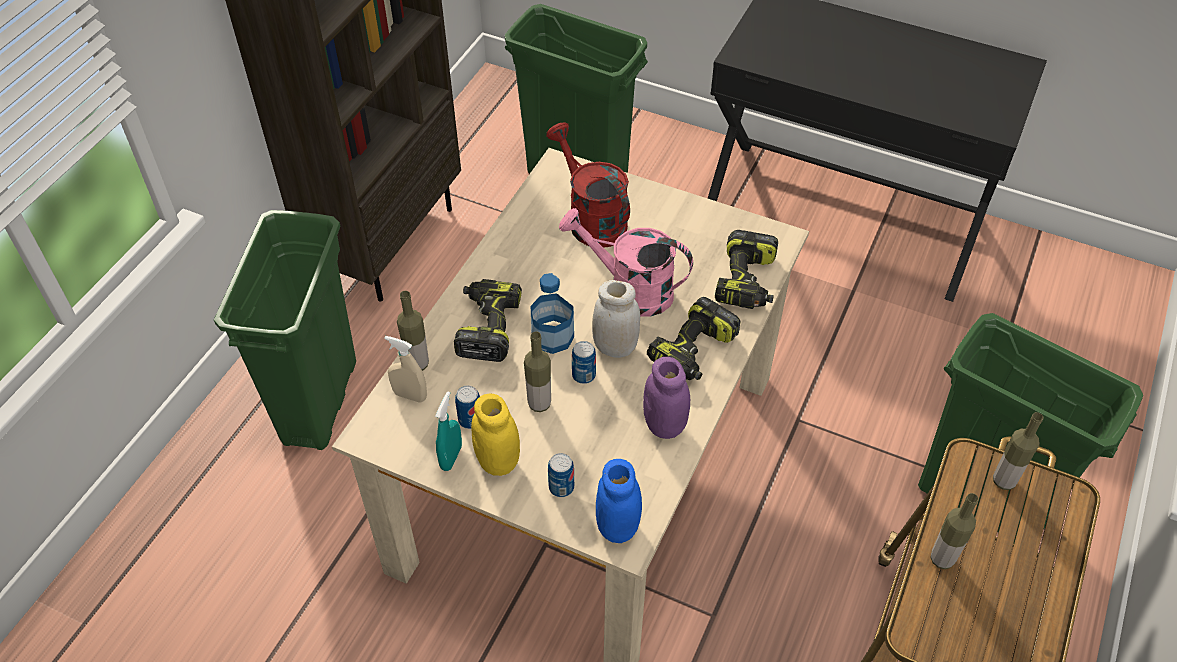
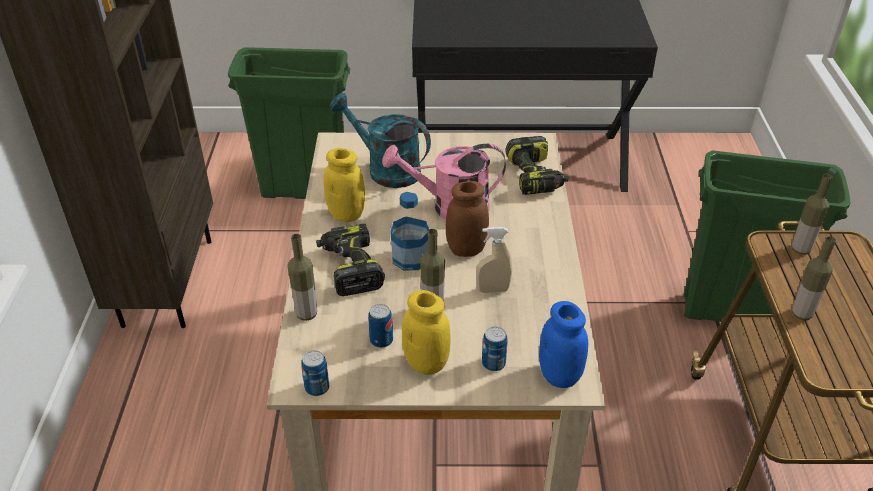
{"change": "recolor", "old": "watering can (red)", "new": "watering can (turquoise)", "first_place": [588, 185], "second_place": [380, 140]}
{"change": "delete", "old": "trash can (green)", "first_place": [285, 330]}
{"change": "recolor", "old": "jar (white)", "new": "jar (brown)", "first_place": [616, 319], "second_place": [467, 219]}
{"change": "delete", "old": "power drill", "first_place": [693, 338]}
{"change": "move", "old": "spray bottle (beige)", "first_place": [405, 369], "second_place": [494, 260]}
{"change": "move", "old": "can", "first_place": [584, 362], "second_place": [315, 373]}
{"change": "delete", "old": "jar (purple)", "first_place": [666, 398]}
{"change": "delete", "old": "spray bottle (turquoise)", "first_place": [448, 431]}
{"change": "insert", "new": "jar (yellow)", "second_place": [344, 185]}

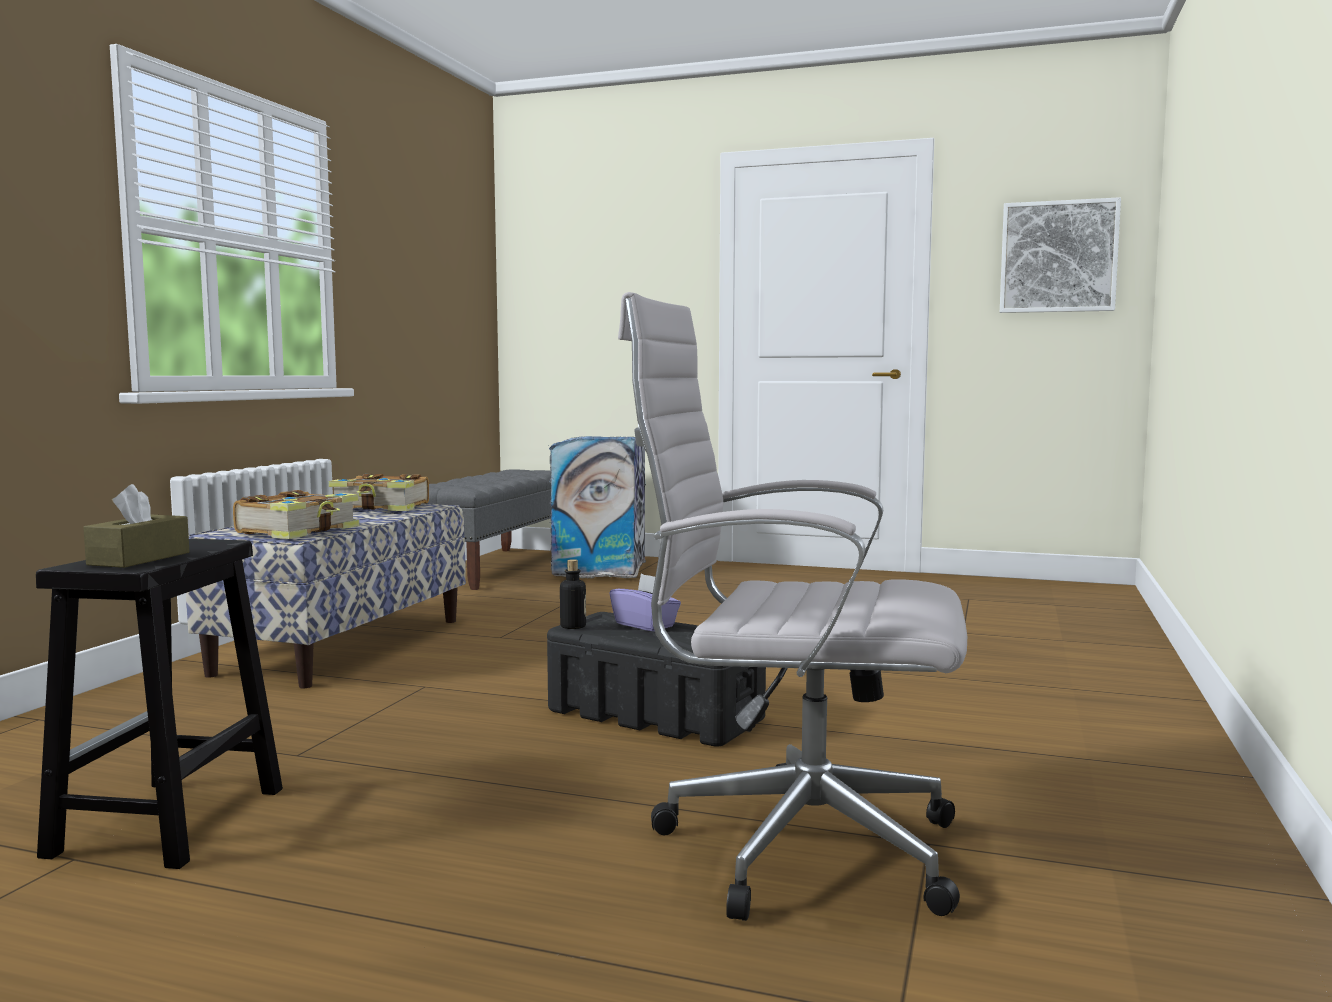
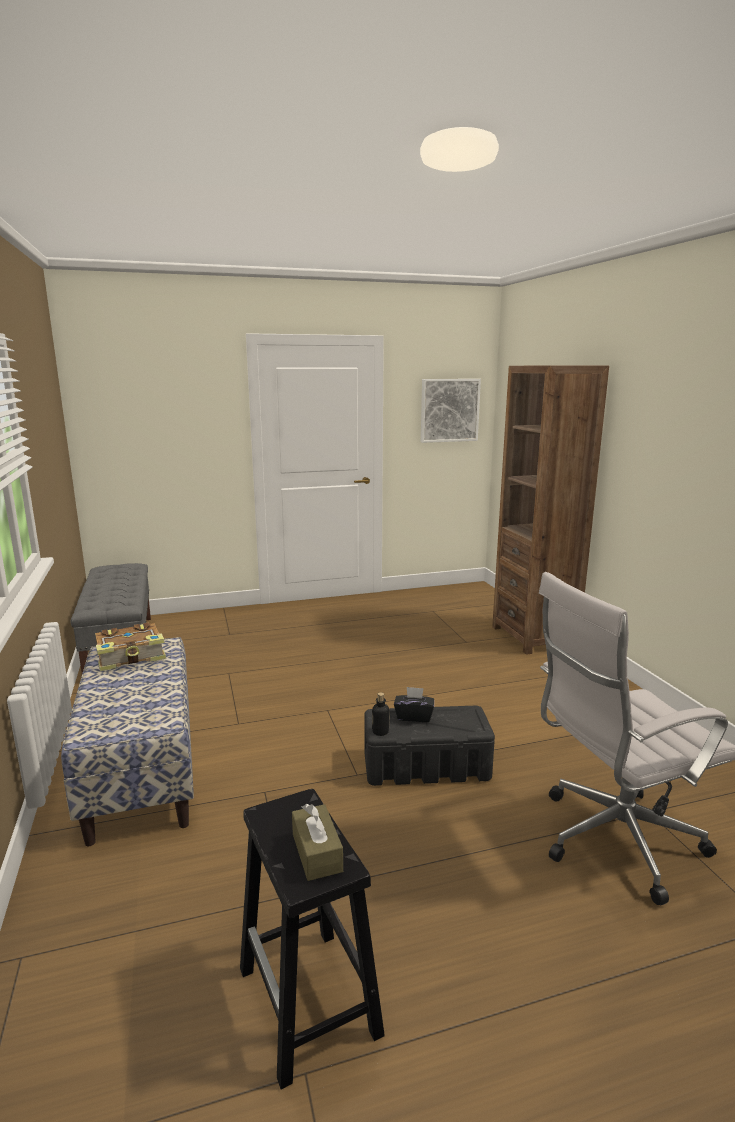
{"change": "delete", "old": "trash can", "first_place": [597, 507]}
{"change": "delete", "old": "book", "first_place": [296, 514]}
{"change": "recolor", "old": "tissue box (purple)", "new": "tissue box (black)", "first_place": [645, 602], "second_place": [414, 704]}
{"change": "insert", "new": "bookcase (brown)", "second_place": [550, 510]}

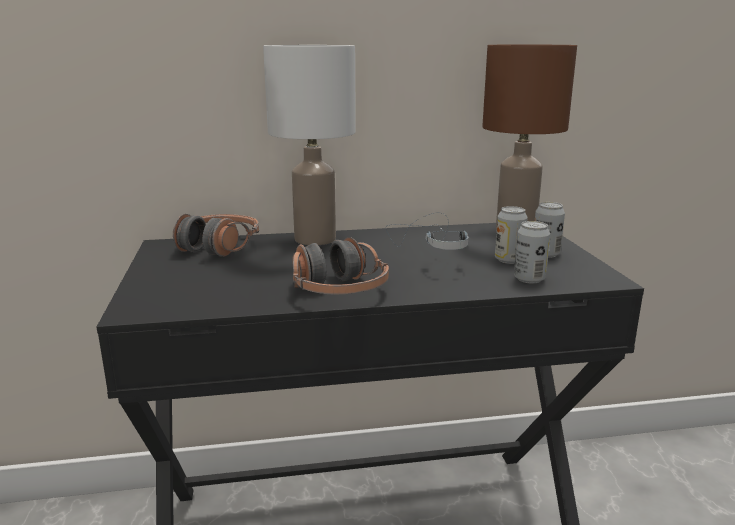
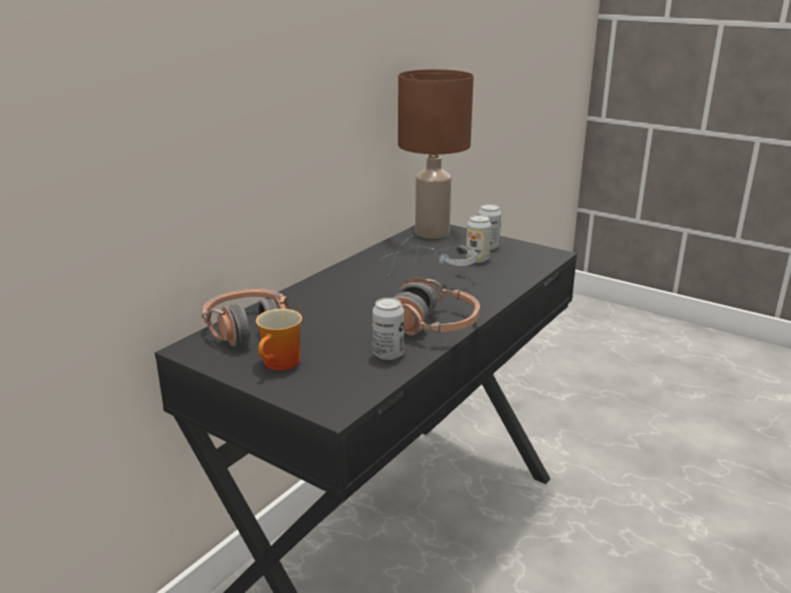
{"change": "delete", "old": "table lamp (white)", "first_place": [309, 145]}
{"change": "move", "old": "can", "first_place": [532, 252], "second_place": [388, 329]}
{"change": "insert", "new": "mug", "second_place": [279, 339]}

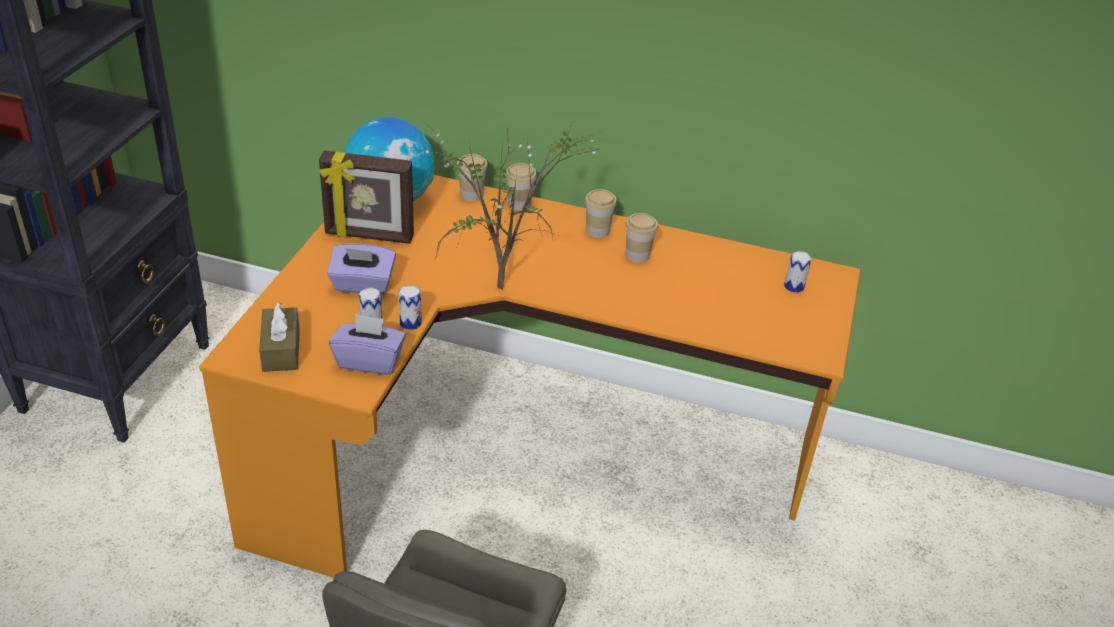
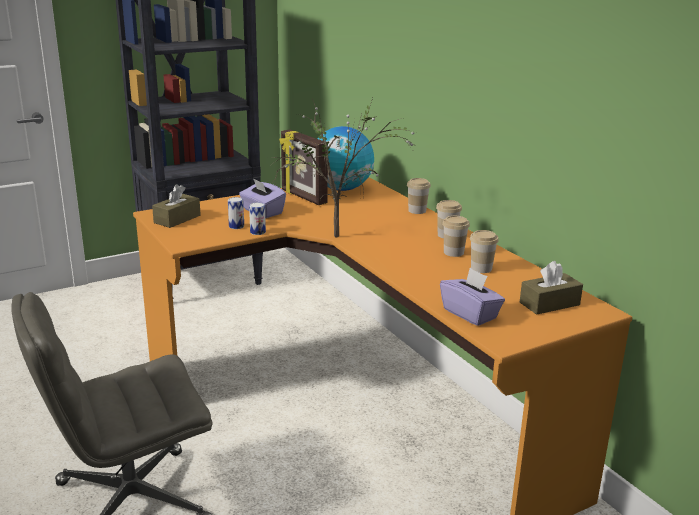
{"change": "move", "old": "cup", "first_place": [472, 177], "second_place": [484, 251]}
{"change": "replace", "old": "can", "new": "tissue box (brown)", "first_place": [798, 272], "second_place": [551, 288]}
{"change": "move", "old": "tissue box (purple)", "first_place": [367, 344], "second_place": [472, 297]}

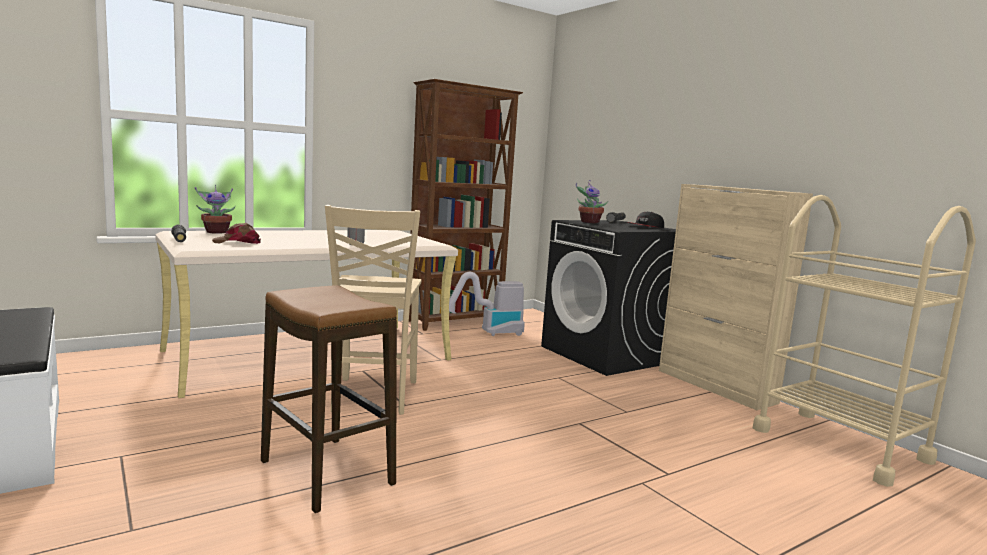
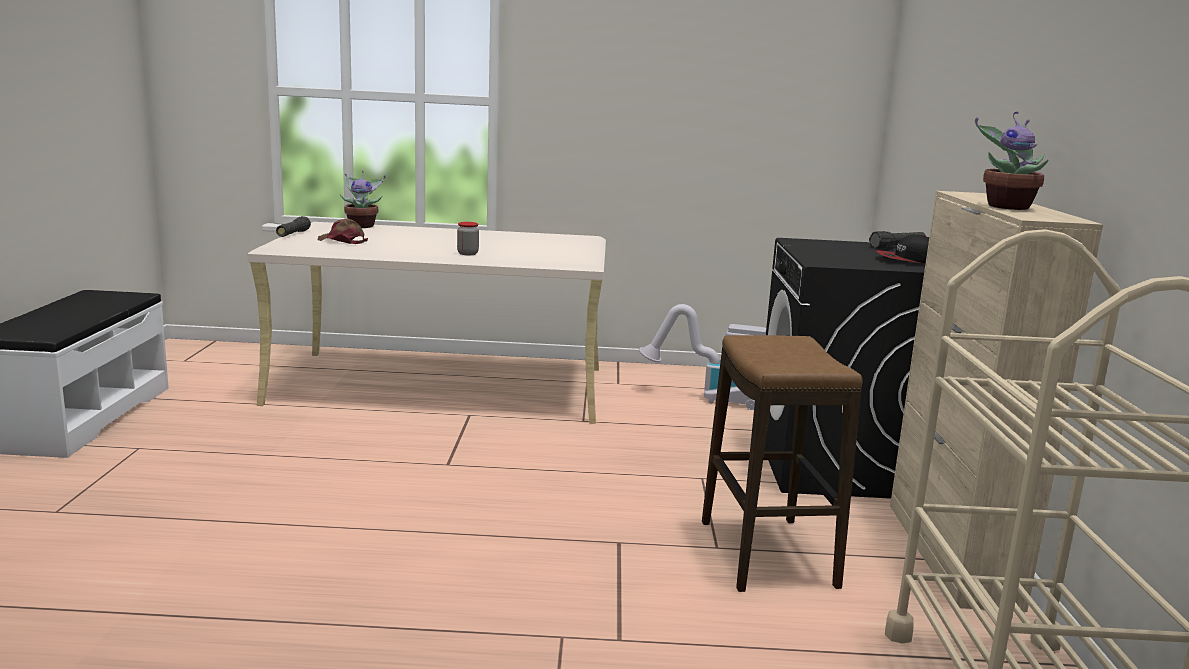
{"change": "delete", "old": "bookcase (brown)", "first_place": [466, 205]}
{"change": "move", "old": "potted plant", "first_place": [592, 201], "second_place": [1011, 160]}
{"change": "delete", "old": "chair (beige)", "first_place": [373, 310]}
{"change": "move", "old": "stool", "first_place": [329, 399], "second_place": [782, 463]}

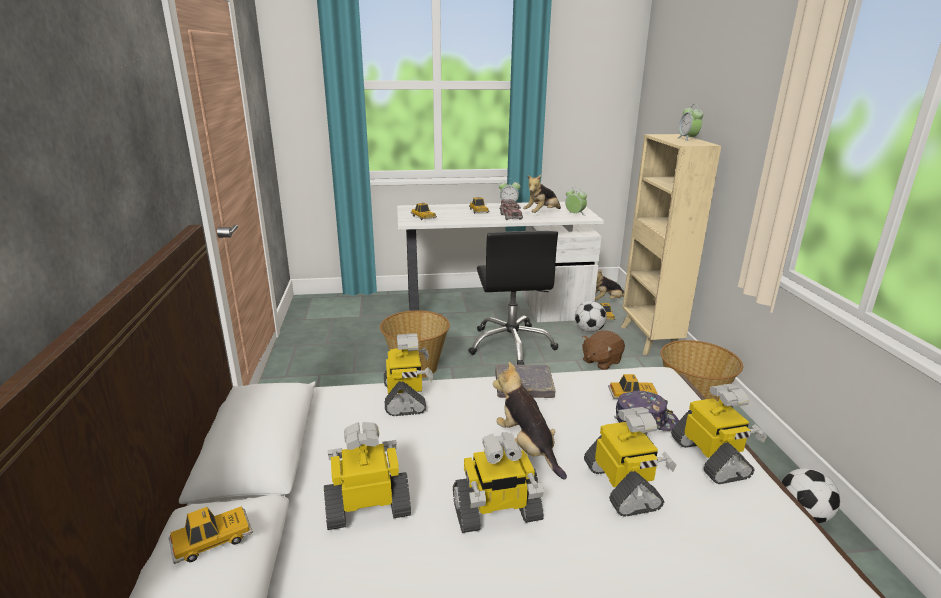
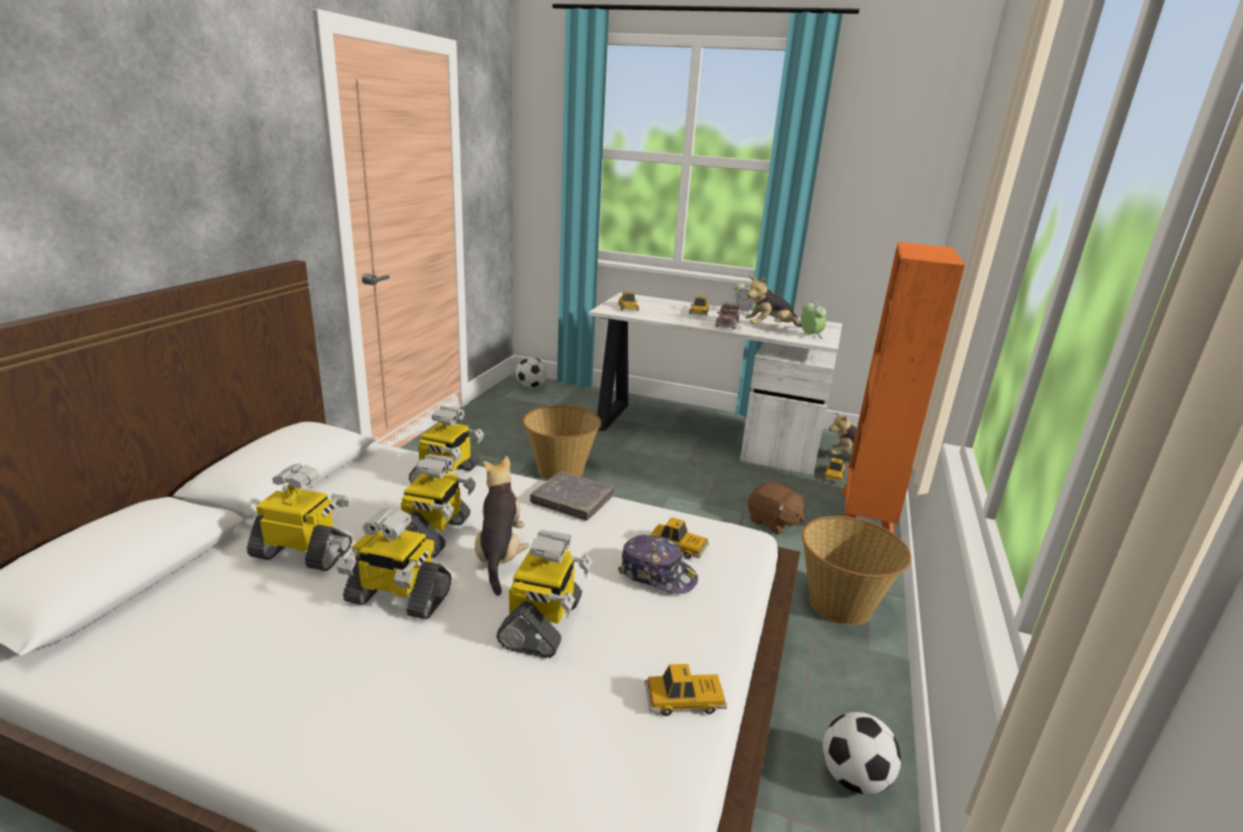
{"change": "delete", "old": "alarm clock", "first_place": [690, 122]}
{"change": "recolor", "old": "bookcase (beige)", "new": "bookcase (orange)", "first_place": [670, 245], "second_place": [903, 388]}
{"change": "delete", "old": "office chair (black)", "first_place": [513, 298]}
{"change": "move", "old": "football", "first_place": [591, 316], "second_place": [531, 372]}
{"change": "rotate", "old": "plush toy (brown)", "first_place": [603, 350], "second_place": [776, 508], "degrees": -120}
{"change": "move", "old": "toy robot", "first_place": [719, 434], "second_place": [438, 506]}
{"change": "move", "old": "toy car", "first_place": [211, 535], "second_place": [686, 690]}

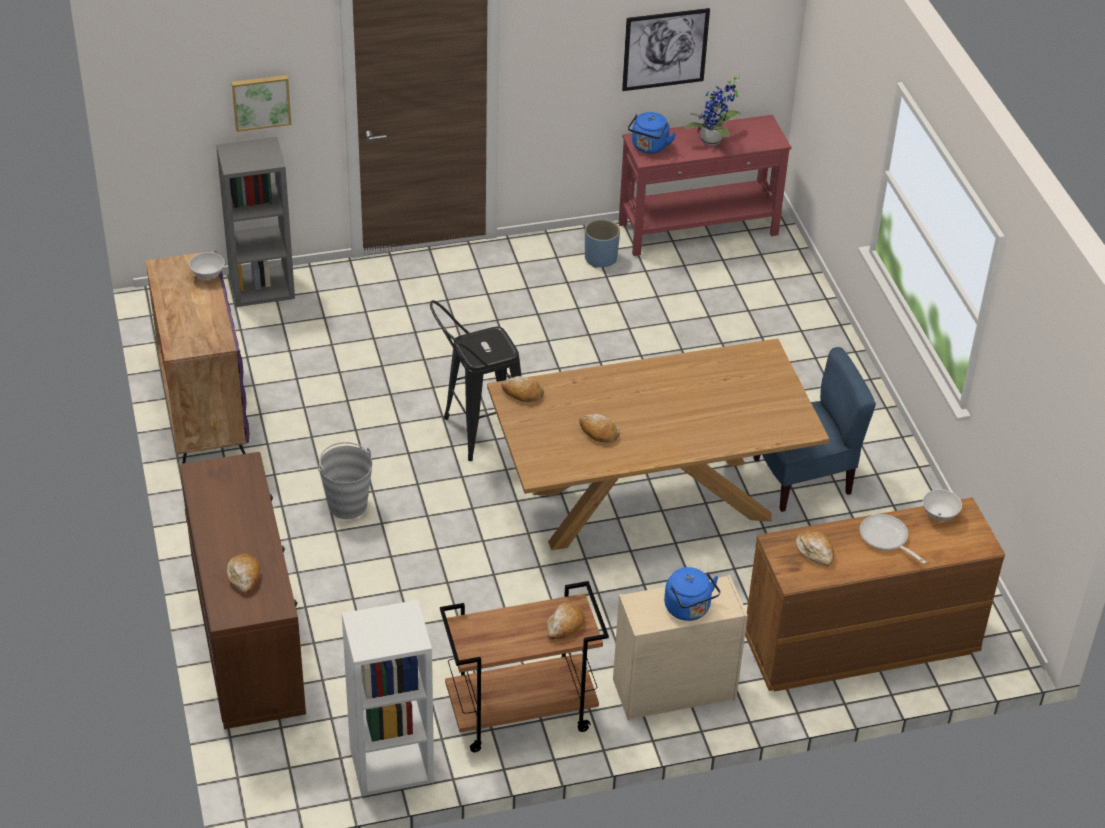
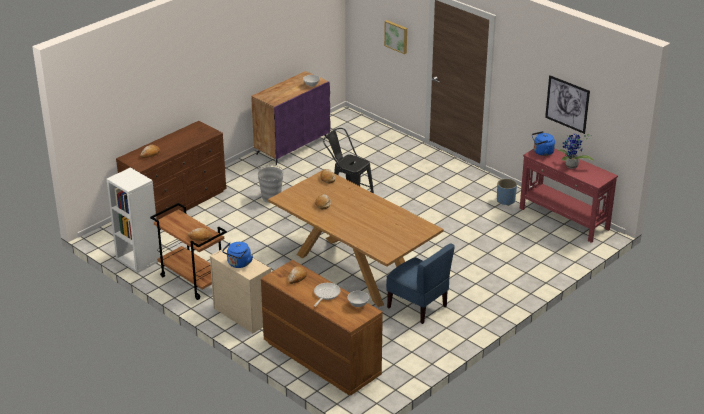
{"change": "delete", "old": "bookcase (grey)", "first_place": [255, 222]}

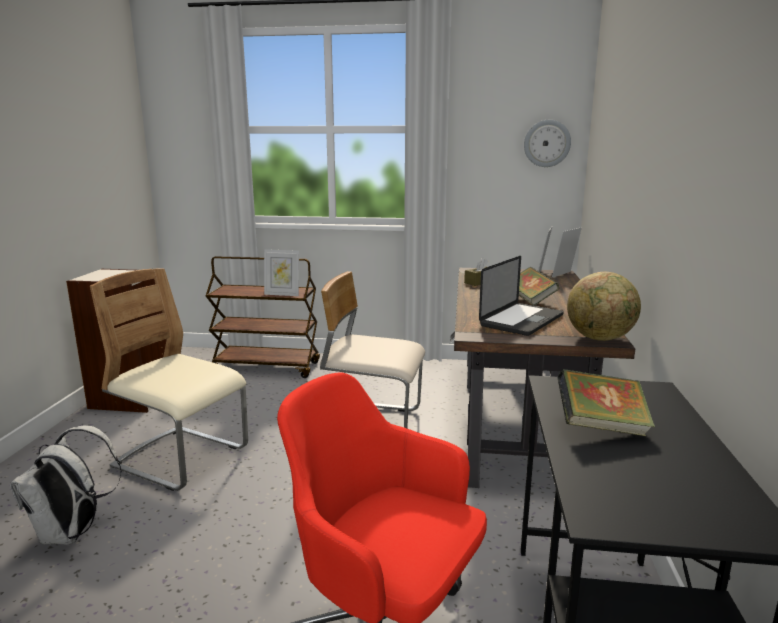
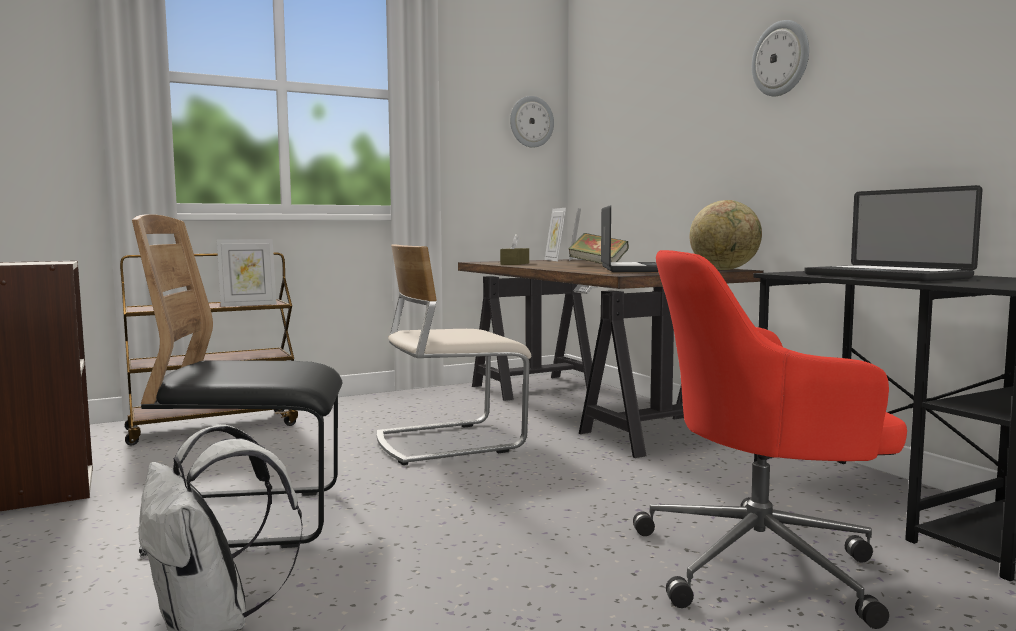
{"change": "recolor", "old": "chair (beige)", "new": "chair (black)", "first_place": [169, 379], "second_place": [237, 385]}
{"change": "replace", "old": "book", "new": "laptop", "first_place": [606, 402], "second_place": [893, 233]}
{"change": "insert", "new": "wall clock", "second_place": [780, 58]}

